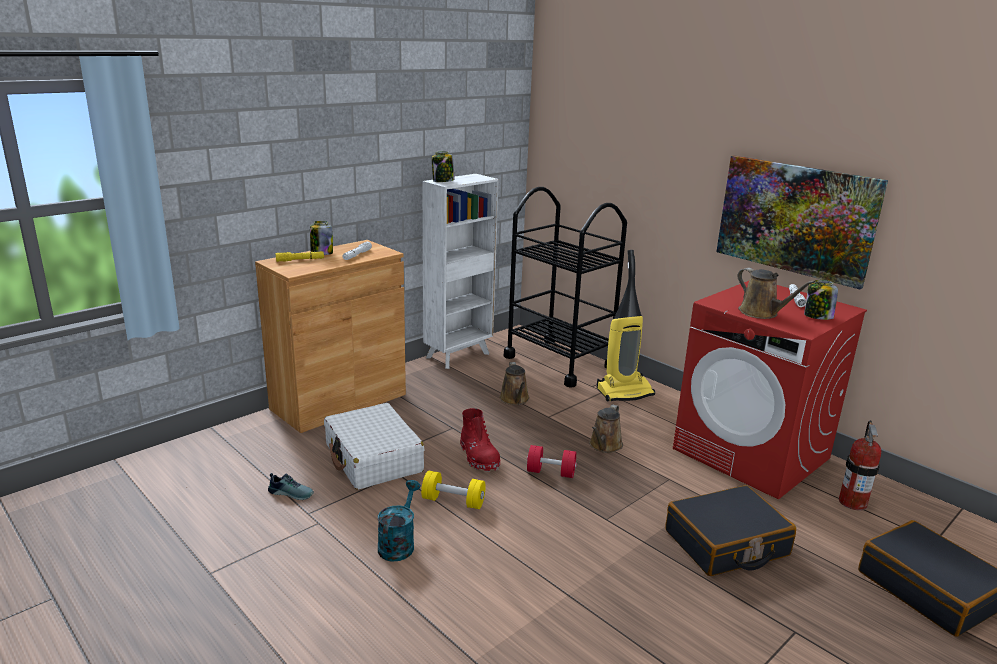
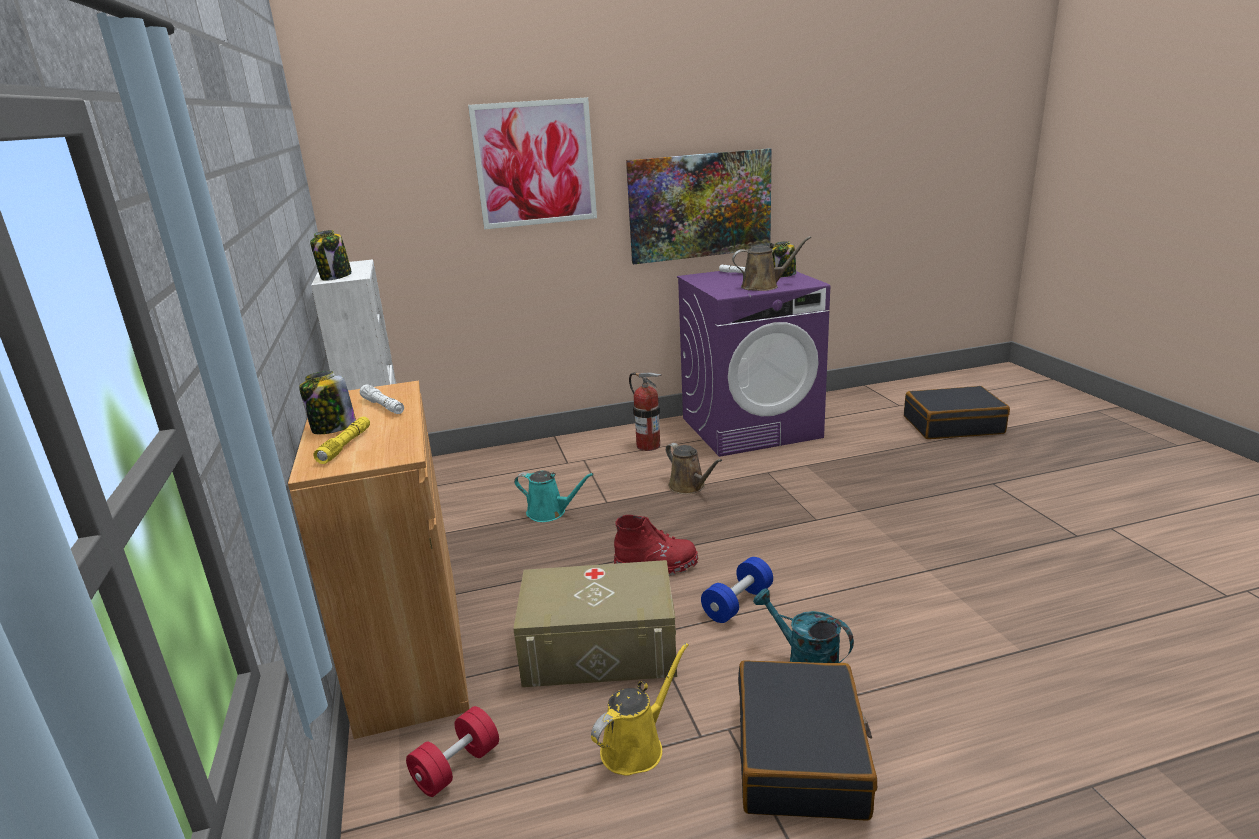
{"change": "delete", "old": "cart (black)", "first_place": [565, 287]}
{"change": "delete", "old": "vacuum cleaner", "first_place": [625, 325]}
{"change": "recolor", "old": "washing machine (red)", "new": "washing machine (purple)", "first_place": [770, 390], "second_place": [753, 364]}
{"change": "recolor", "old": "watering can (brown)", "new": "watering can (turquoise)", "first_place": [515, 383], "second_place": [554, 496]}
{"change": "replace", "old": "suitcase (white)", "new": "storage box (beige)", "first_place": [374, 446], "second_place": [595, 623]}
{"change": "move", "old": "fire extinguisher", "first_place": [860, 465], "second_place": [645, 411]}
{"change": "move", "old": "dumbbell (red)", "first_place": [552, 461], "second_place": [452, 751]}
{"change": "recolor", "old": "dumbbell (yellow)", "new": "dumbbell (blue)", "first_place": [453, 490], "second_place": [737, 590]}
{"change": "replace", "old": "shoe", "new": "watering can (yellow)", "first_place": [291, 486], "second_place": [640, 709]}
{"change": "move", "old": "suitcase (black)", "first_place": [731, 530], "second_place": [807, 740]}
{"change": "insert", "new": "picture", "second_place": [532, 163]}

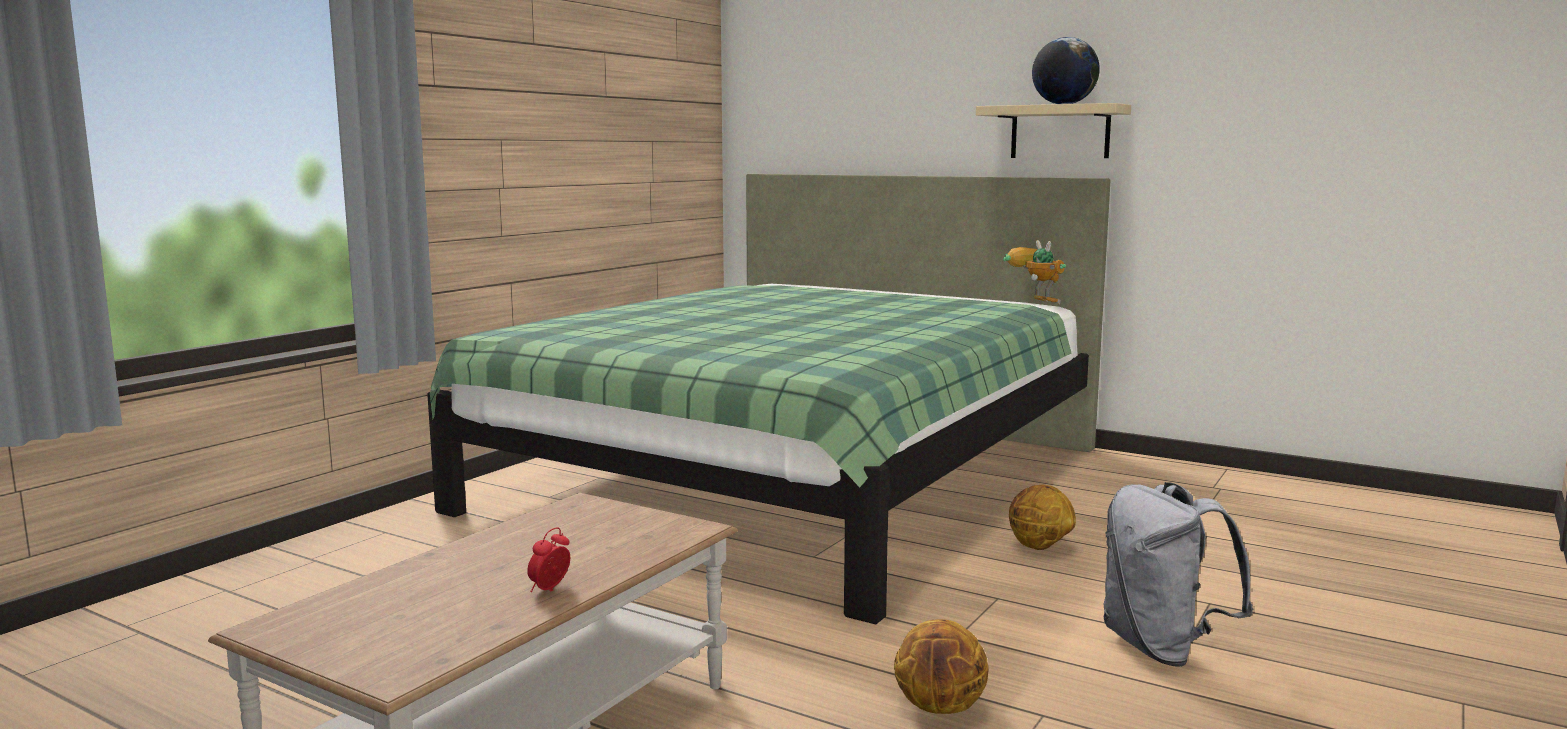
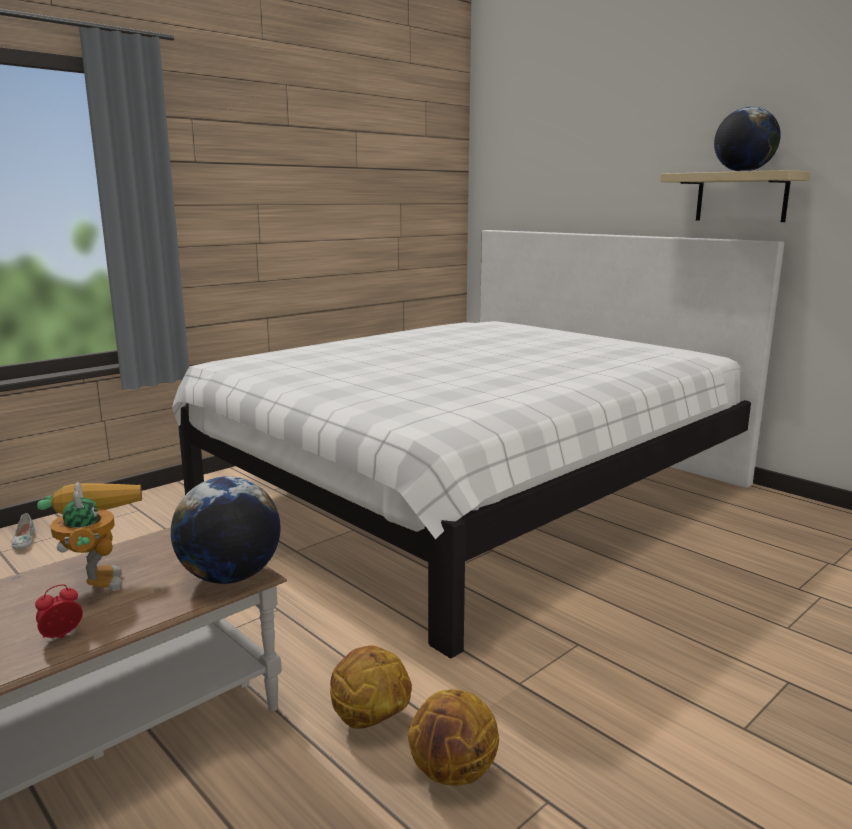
{"change": "recolor", "old": "bed (green)", "new": "bed (white)", "first_place": [769, 399], "second_place": [478, 444]}
{"change": "move", "old": "toy robot", "first_place": [1034, 272], "second_place": [89, 537]}
{"change": "delete", "old": "backpack (grey)", "first_place": [1178, 574]}
{"change": "move", "old": "basketball", "first_place": [1042, 517], "second_place": [371, 687]}
{"change": "insert", "new": "globe", "second_place": [226, 530]}
{"change": "insert", "new": "shoe (white)", "second_place": [23, 531]}

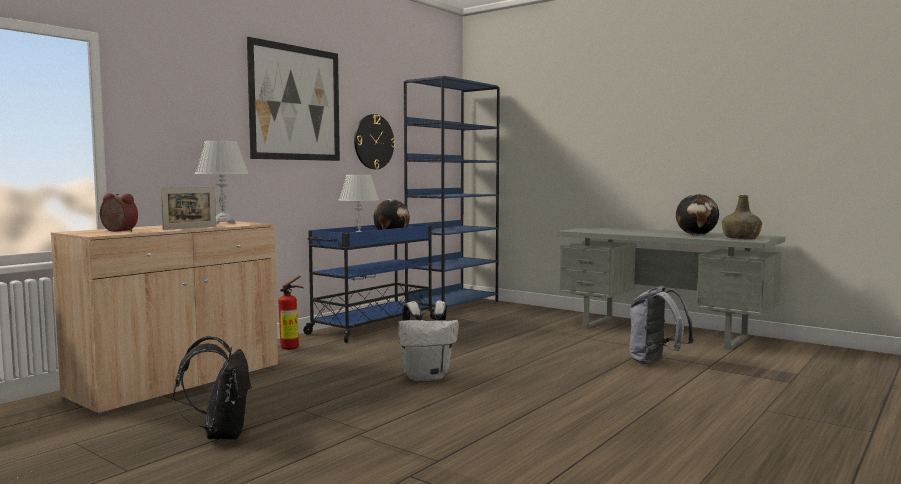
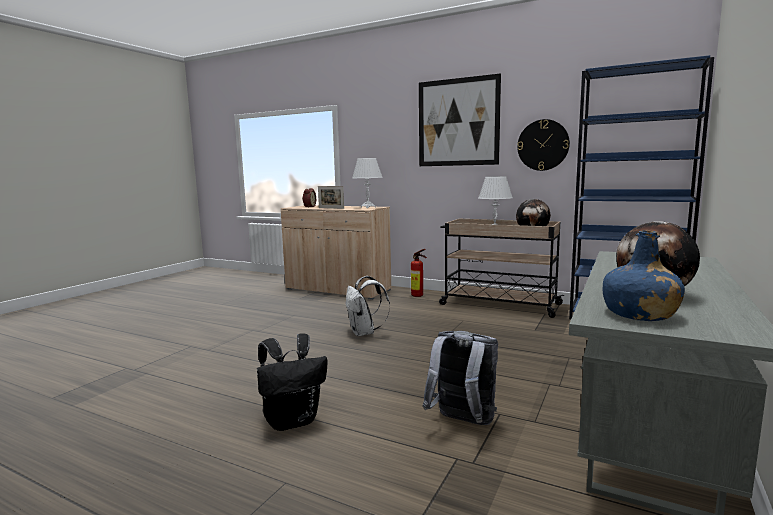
{"change": "recolor", "old": "bottle (green)", "new": "bottle (blue)", "first_place": [742, 217], "second_place": [644, 275]}
{"change": "recolor", "old": "cart (blue)", "new": "cart (beige)", "first_place": [368, 283], "second_place": [501, 268]}
{"change": "move", "old": "backpack (black)", "first_place": [212, 387], "second_place": [292, 382]}

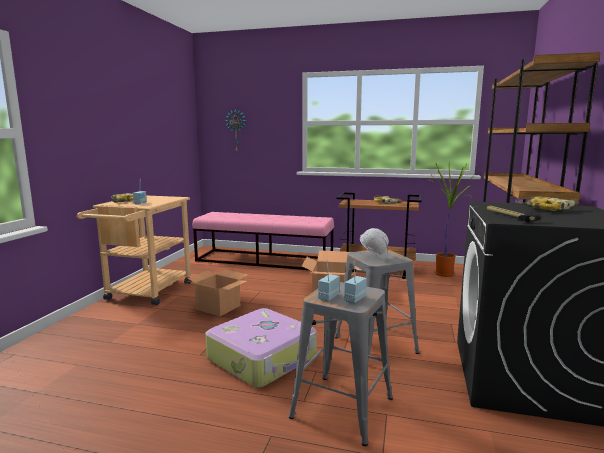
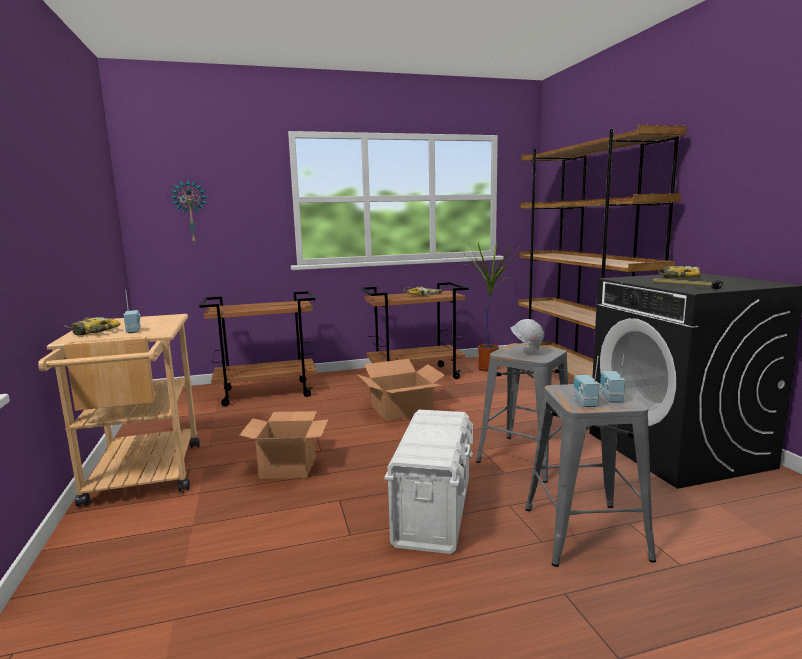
{"change": "replace", "old": "bench (pink)", "new": "cart (brown)", "first_place": [263, 241], "second_place": [258, 348]}
{"change": "replace", "old": "suitcase", "new": "storage box (white)", "first_place": [261, 348], "second_place": [429, 482]}

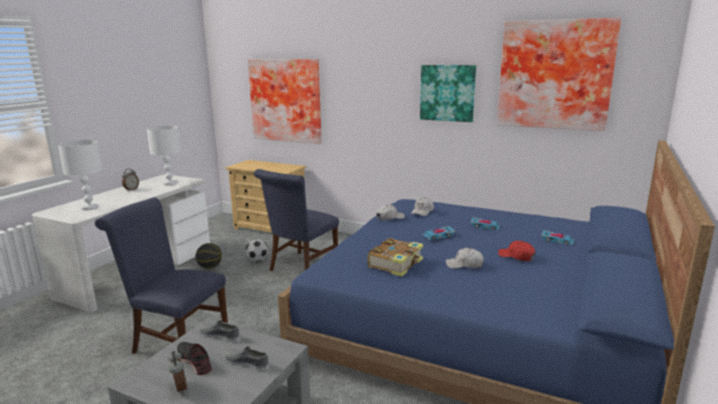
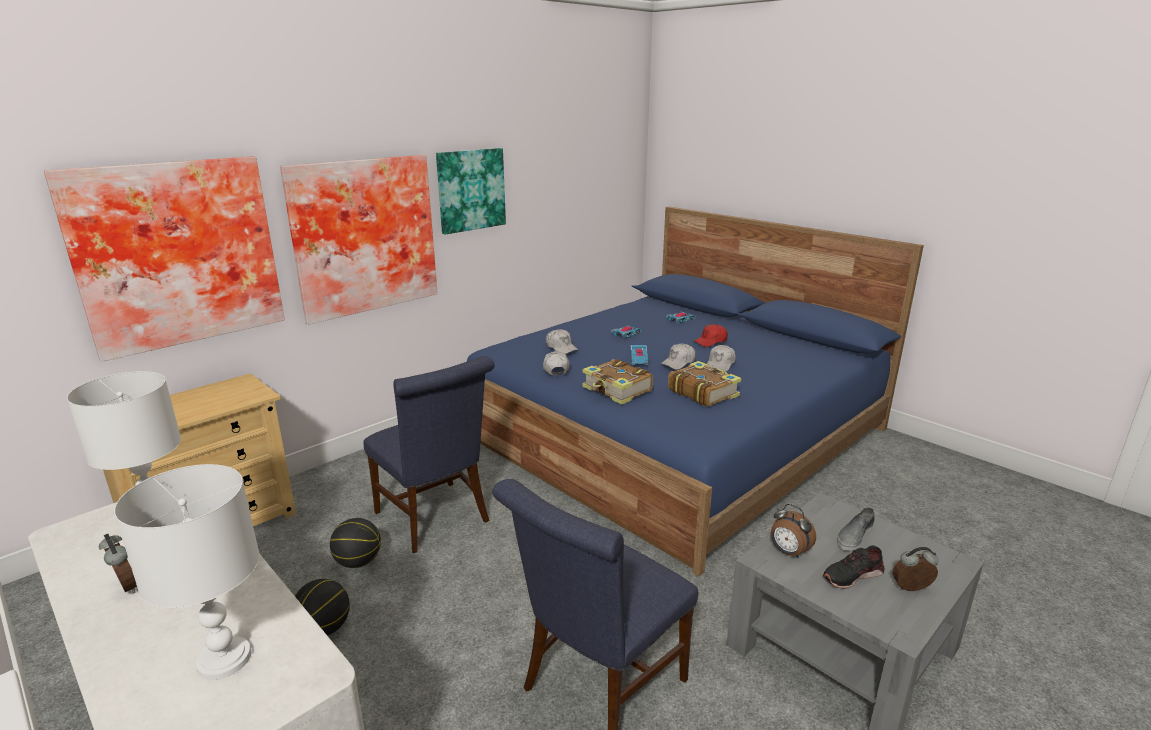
{"change": "move", "old": "picture", "first_place": [559, 74], "second_place": [359, 240]}
{"change": "replace", "old": "football", "new": "basketball", "first_place": [256, 250], "second_place": [355, 543]}
{"change": "replace", "old": "shoe (grey)", "new": "alarm clock", "first_place": [218, 331], "second_place": [793, 531]}
{"change": "insert", "new": "cap (white)", "second_place": [678, 356]}
{"change": "insert", "new": "book", "second_place": [617, 382]}

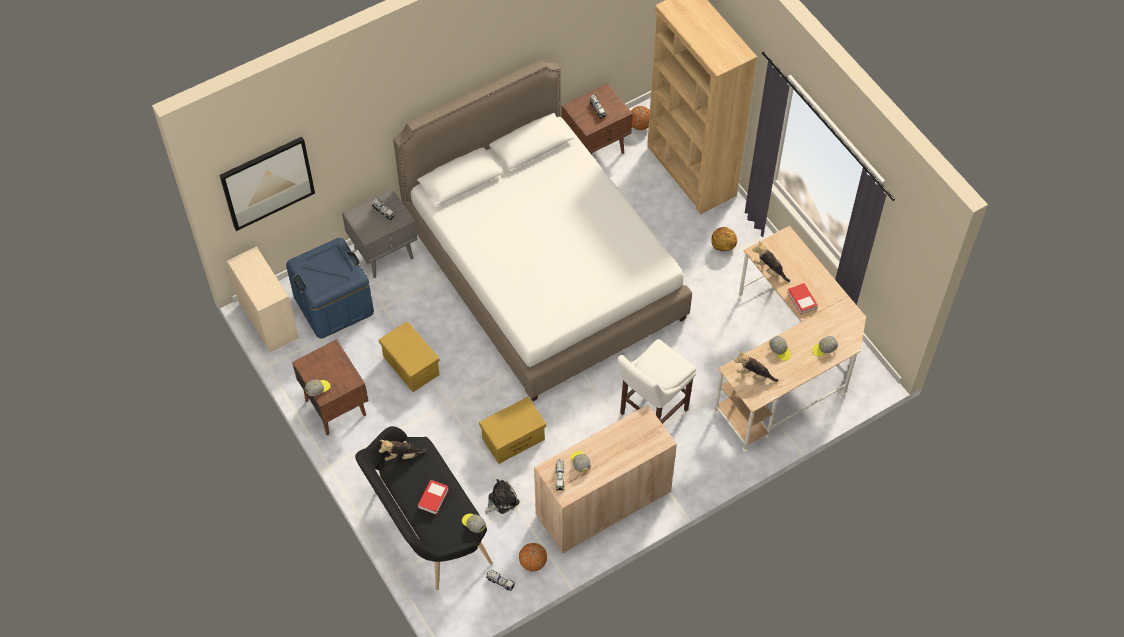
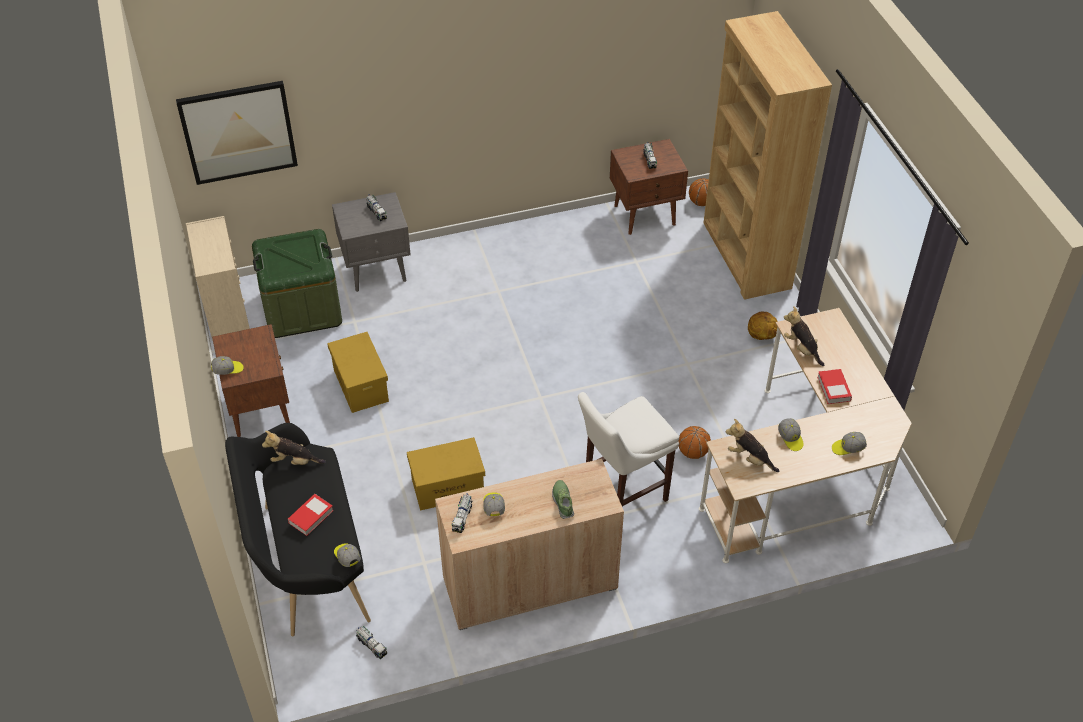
{"change": "delete", "old": "bed (white)", "first_place": [542, 230]}
{"change": "recolor", "old": "storage box (blue)", "new": "storage box (green)", "first_place": [330, 288], "second_place": [297, 283]}
{"change": "delete", "old": "plush toy", "first_place": [502, 496]}
{"change": "move", "old": "basketball", "first_place": [533, 557], "second_place": [694, 442]}
{"change": "insert", "new": "shoe", "second_place": [563, 499]}

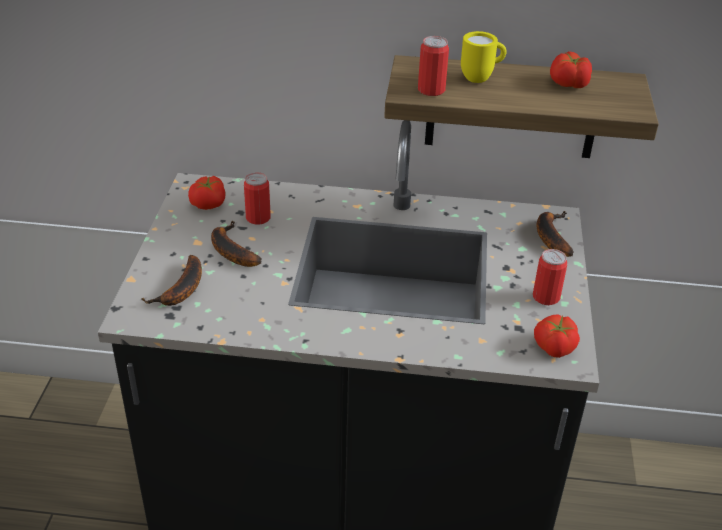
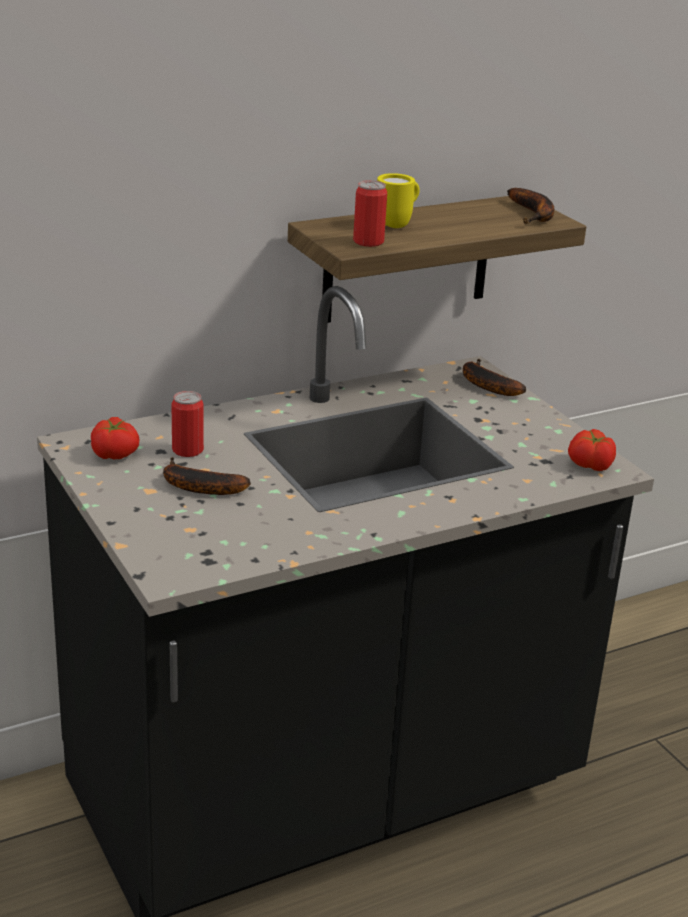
{"change": "delete", "old": "tomato", "first_place": [571, 69]}
{"change": "delete", "old": "can", "first_place": [550, 277]}
{"change": "move", "old": "banana", "first_place": [171, 280], "second_place": [530, 206]}

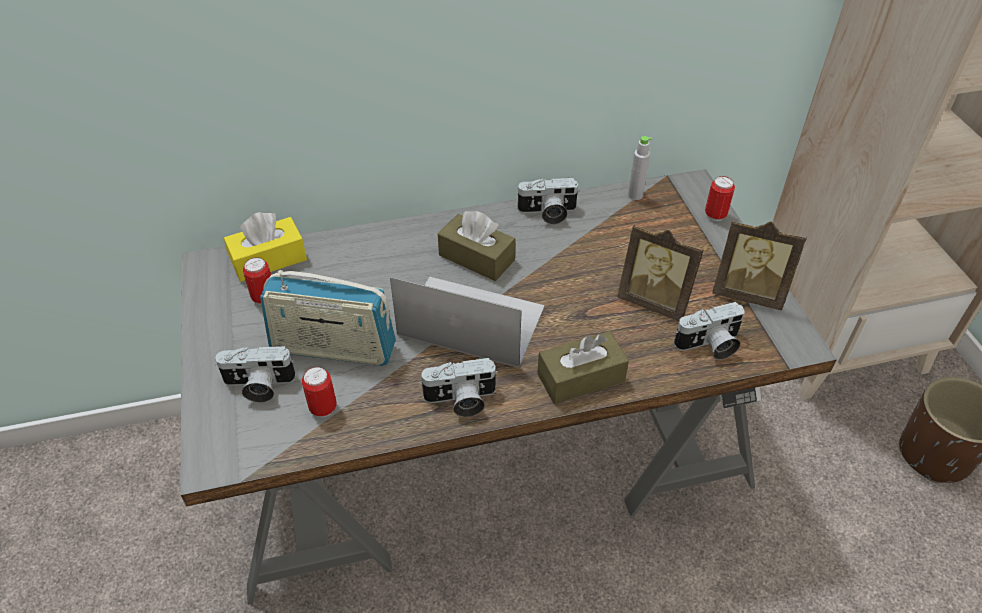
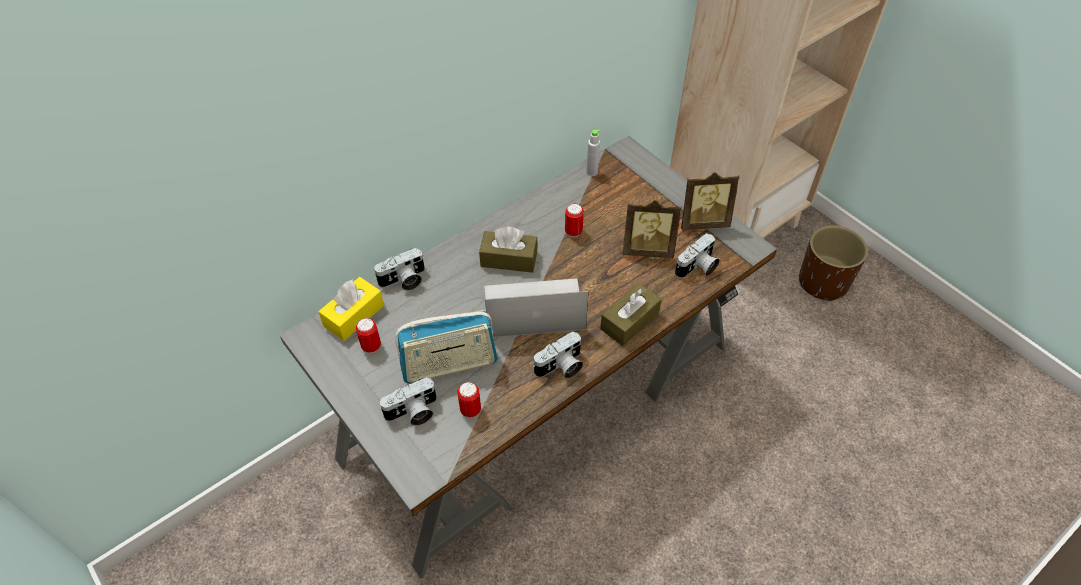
{"change": "move", "old": "can", "first_place": [720, 198], "second_place": [574, 220]}
{"change": "move", "old": "photo camera", "first_place": [548, 201], "second_place": [399, 269]}

